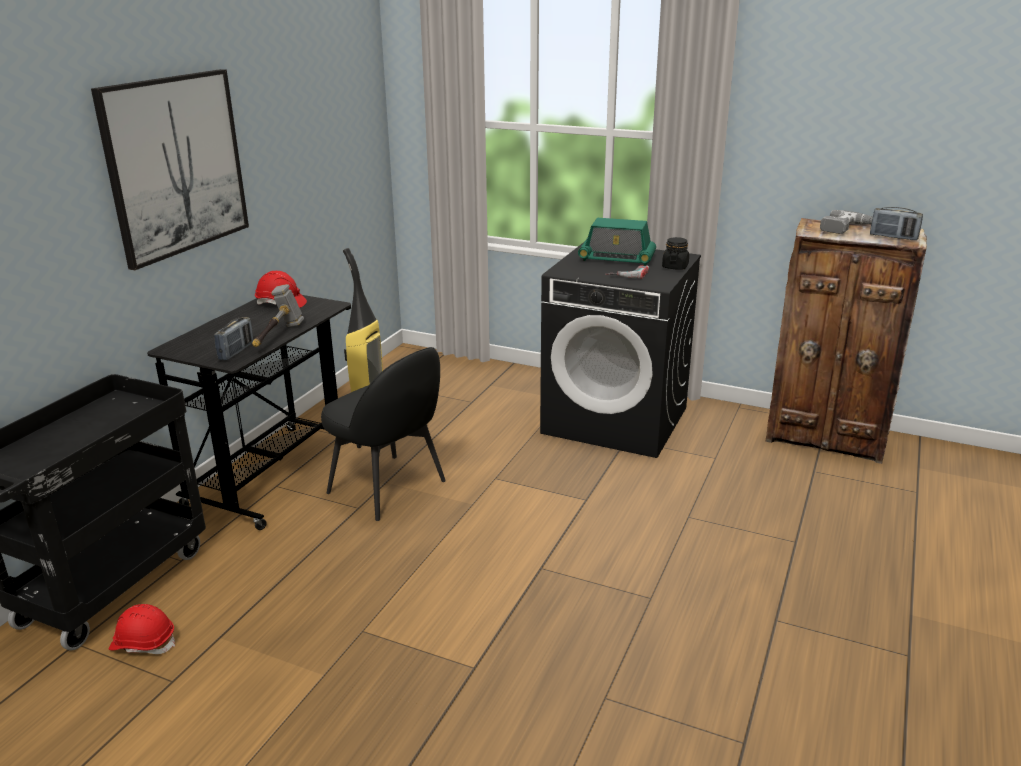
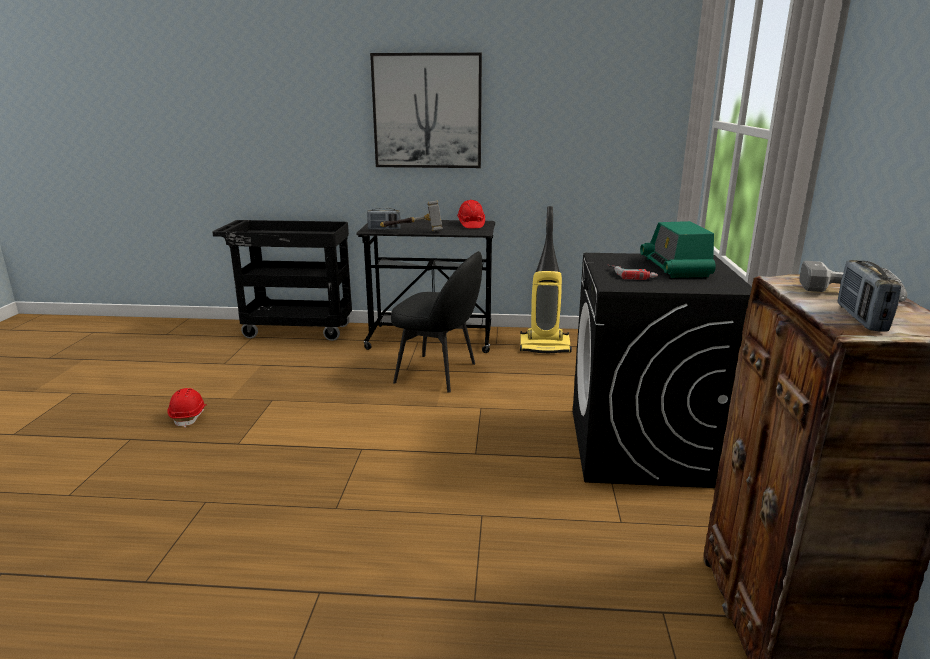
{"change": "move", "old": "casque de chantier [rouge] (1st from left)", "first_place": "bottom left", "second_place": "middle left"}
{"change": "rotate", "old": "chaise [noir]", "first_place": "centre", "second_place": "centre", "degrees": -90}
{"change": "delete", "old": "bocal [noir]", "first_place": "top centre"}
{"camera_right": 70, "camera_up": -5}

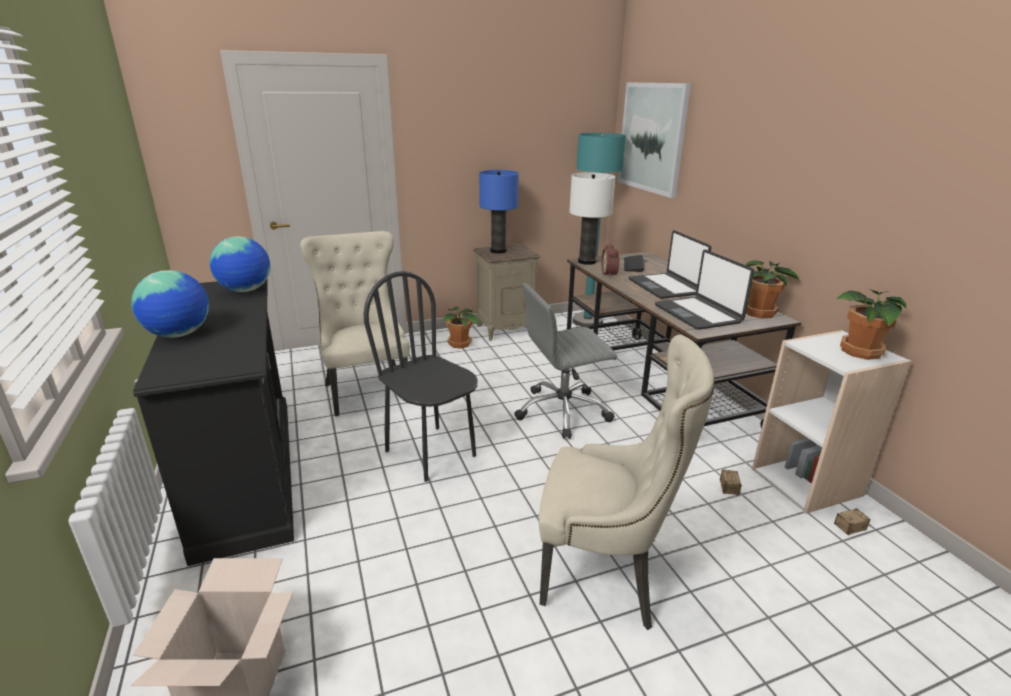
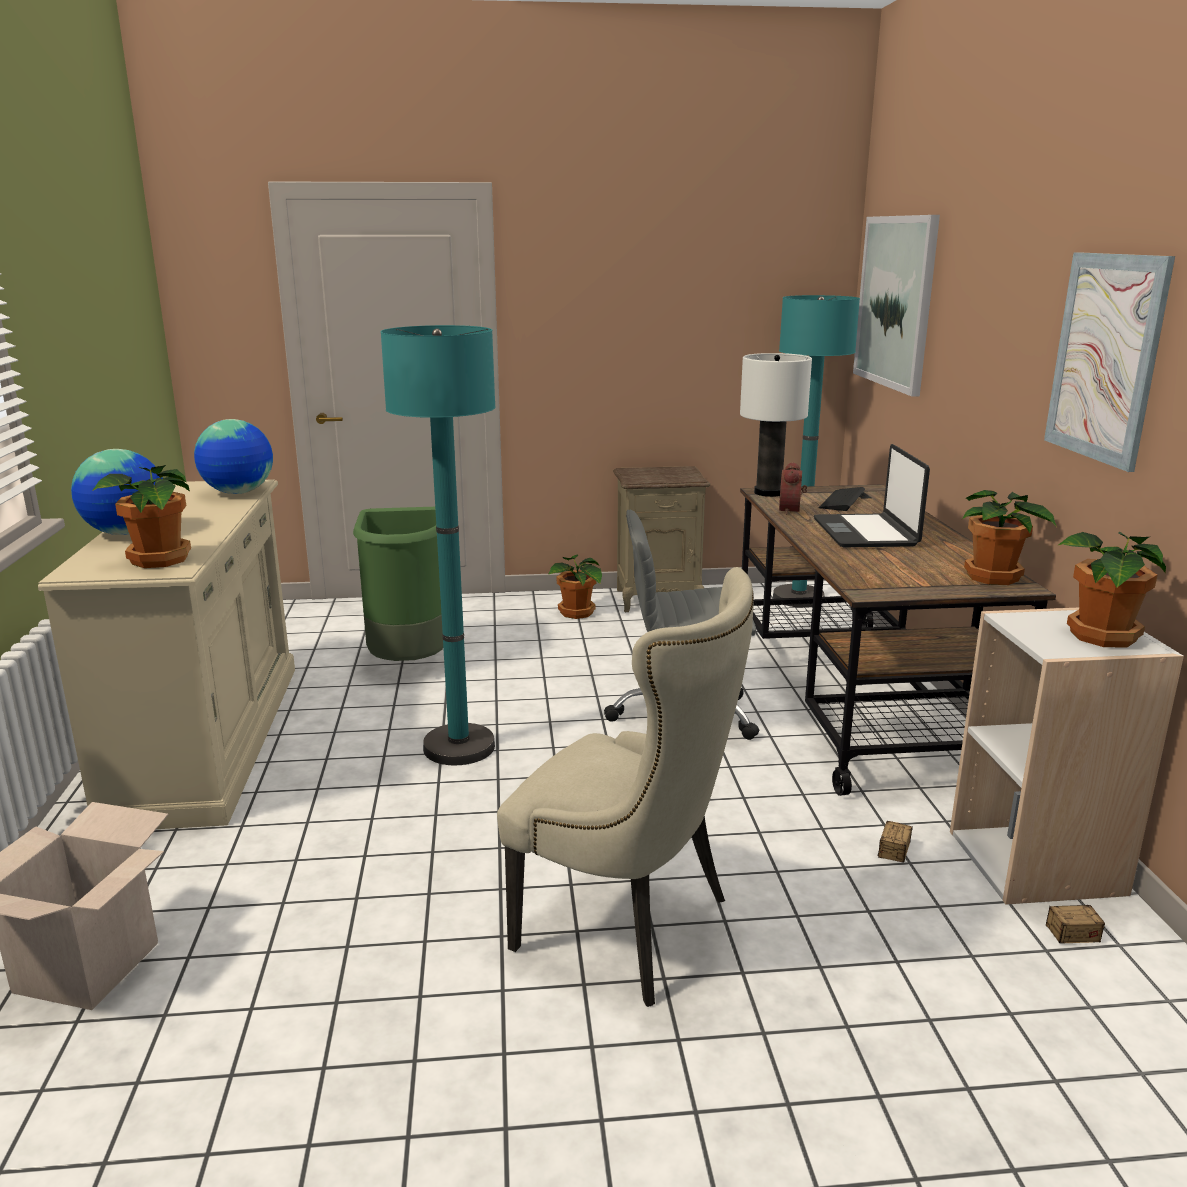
{"change": "recolor", "old": "meuble de rangement [noir]", "new": "meuble de rangement [beige]", "first_place": "middle left", "second_place": "middle left"}
{"change": "replace", "old": "chaise [beige] (1st from left)", "new": "poubelle [vert]", "first_place": "centre", "second_place": "centre"}
{"change": "replace", "old": "chaise [noir]", "new": "lampadaire [turquoise] (1st from left)", "first_place": "centre", "second_place": "centre"}
{"change": "delete", "old": "lampe de table [bleu]", "first_place": "top centre"}
{"change": "delete", "old": "ordinateur portable (2nd from left)", "first_place": "middle right"}
{"change": "insert", "new": "plante en pot (1st from left)", "second_place": "middle left"}
{"change": "insert", "new": "tableau (2nd from left)", "second_place": "top right"}
{"camera_right": 15, "camera_up": -5}

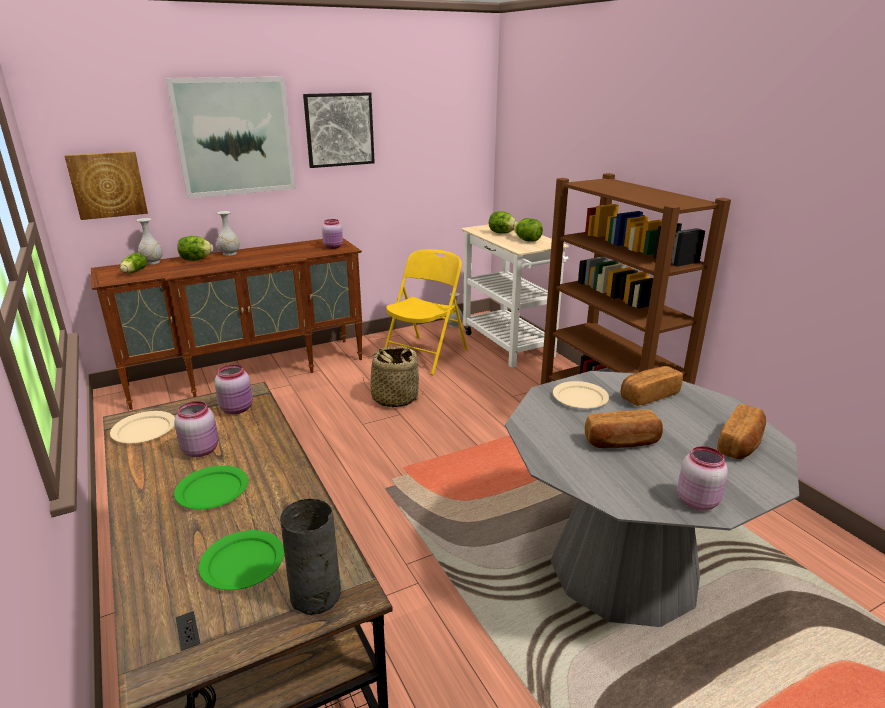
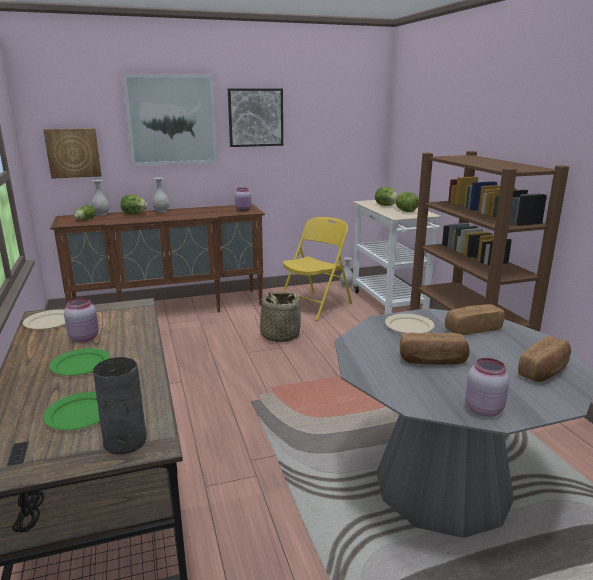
{"change": "delete", "old": "bocal [rose] (2nd from left)", "first_place": "middle left"}
{"camera_right": 10, "camera_up": -5}

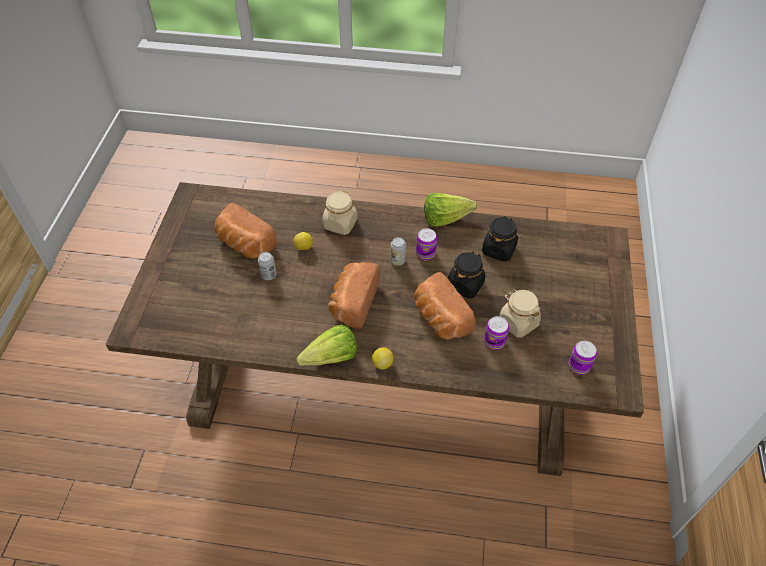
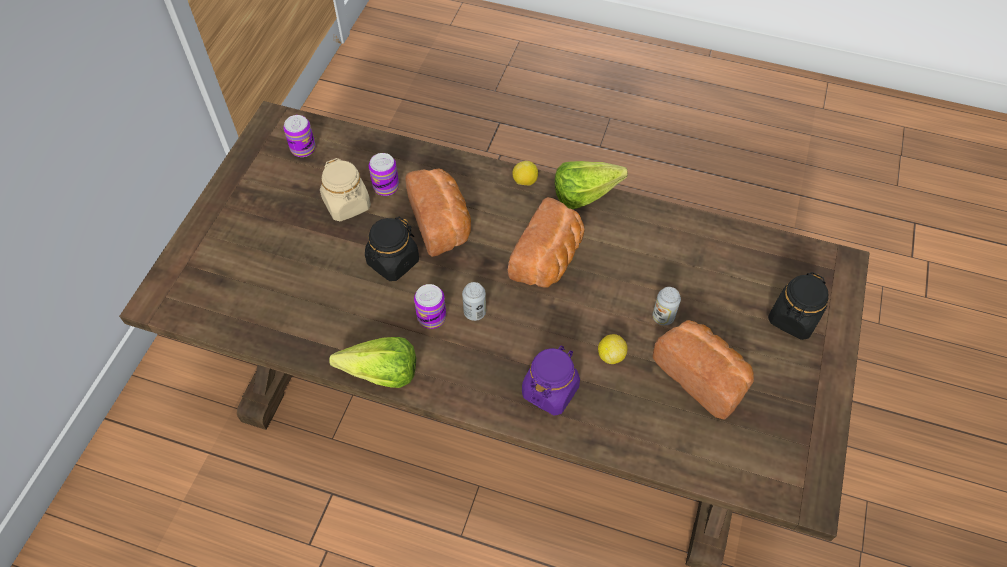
{"change": "recolor", "old": "bocal [beige] (1st from left)", "new": "bocal [violet]", "first_place": "centre", "second_place": "bottom centre"}
{"change": "move", "old": "bocal [noir] (2nd from left)", "first_place": "centre", "second_place": "middle right"}
{"camera_right": -170, "camera_up": 5}

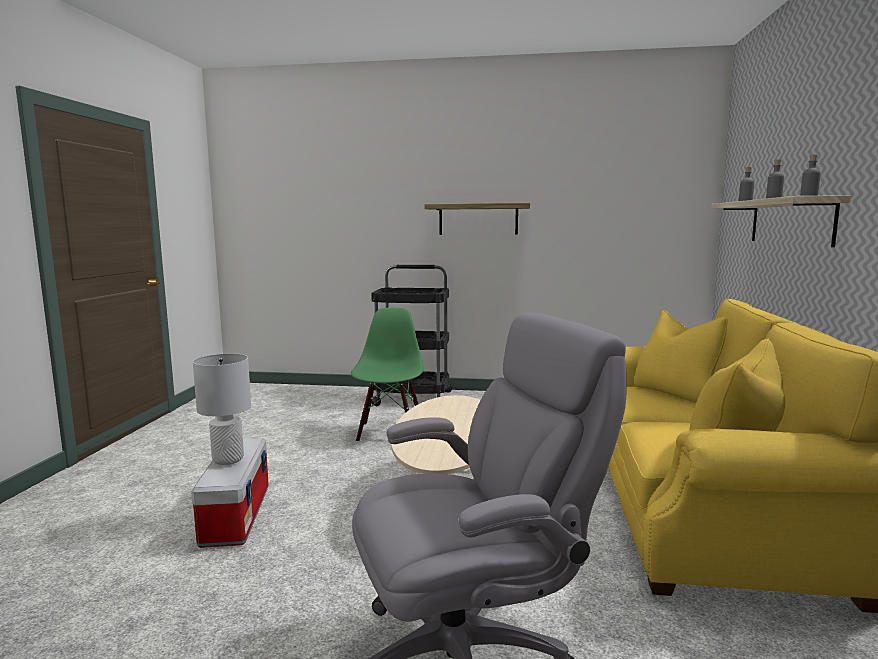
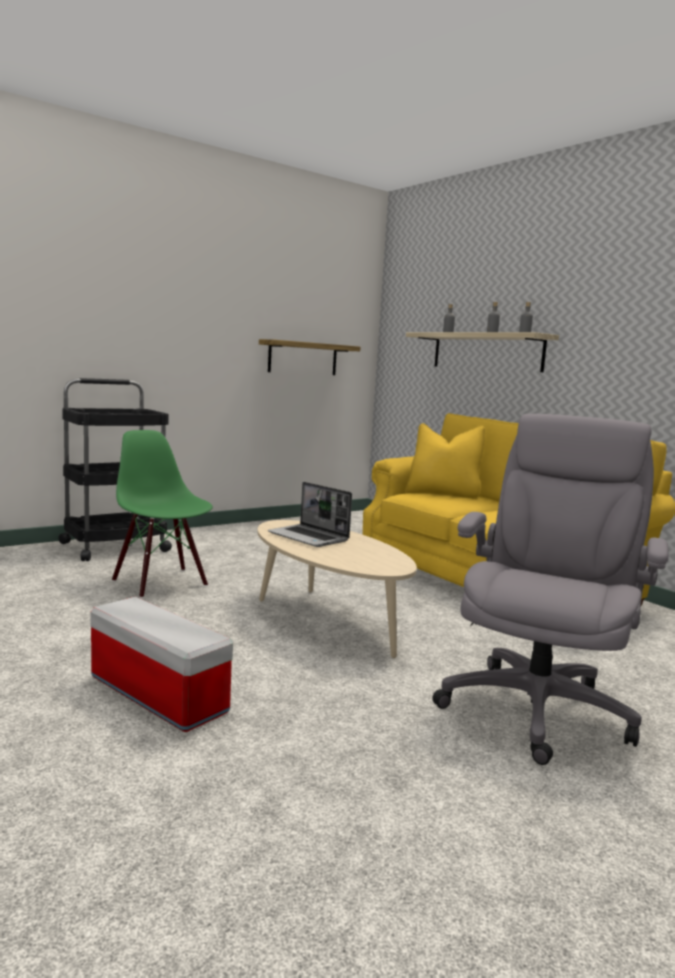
{"change": "delete", "old": "lampe de table [gris]", "first_place": "middle left"}
{"change": "move", "old": "étagère (1st from left)", "first_place": "top centre", "second_place": "centre"}
{"change": "insert", "new": "ordinateur portable", "second_place": "centre"}
{"camera_right": -45, "camera_up": 0}

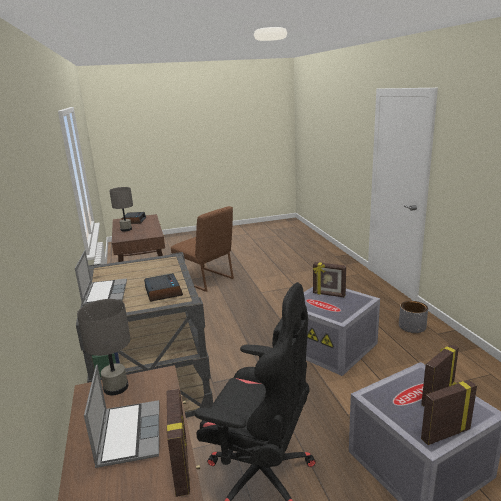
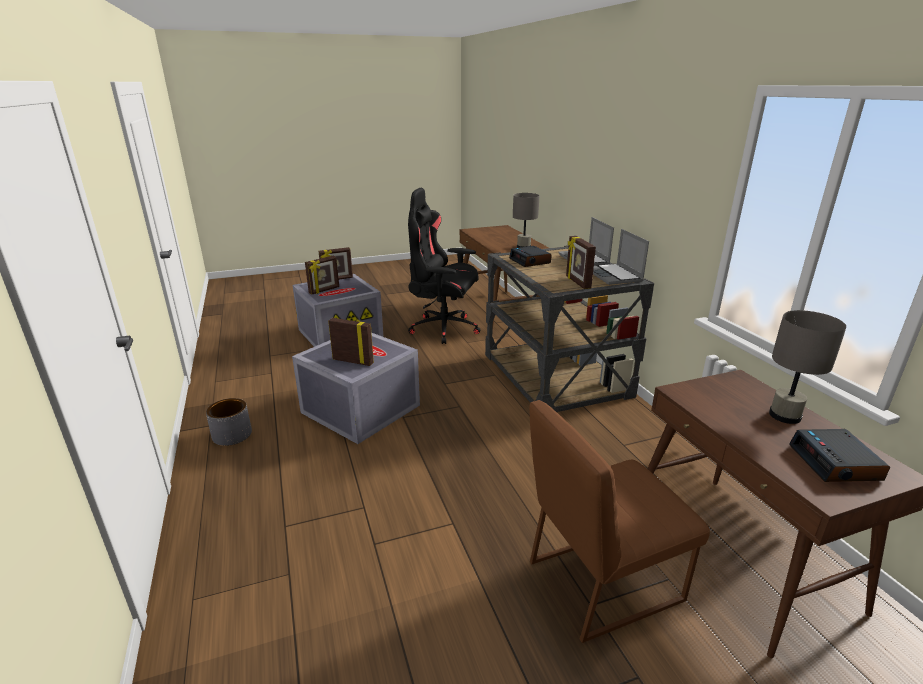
{"change": "move", "old": "ordinateur portable (2nd from left)", "first_place": "bottom left", "second_place": "middle right"}
{"change": "move", "old": "cadre photo (1st from left in the first image)", "new": "cadre photo (4th from left)", "first_place": "bottom centre", "second_place": "centre"}
{"change": "rotate", "old": "chaise [marron]", "first_place": "centre", "second_place": "bottom right", "degrees": -60}
{"camera_right": 175, "camera_up": 5}

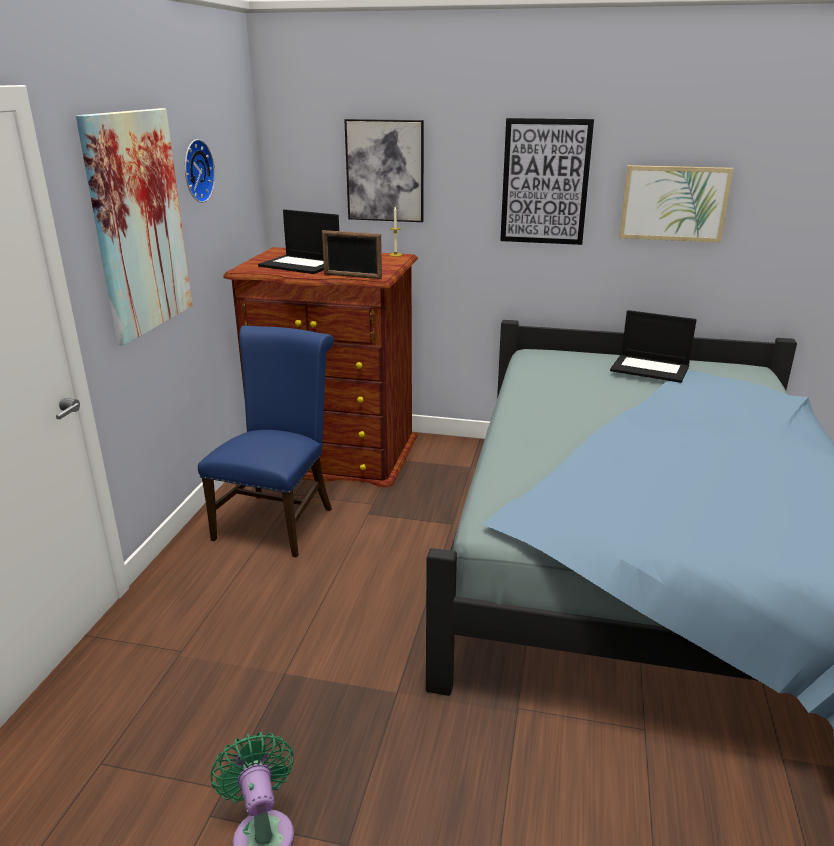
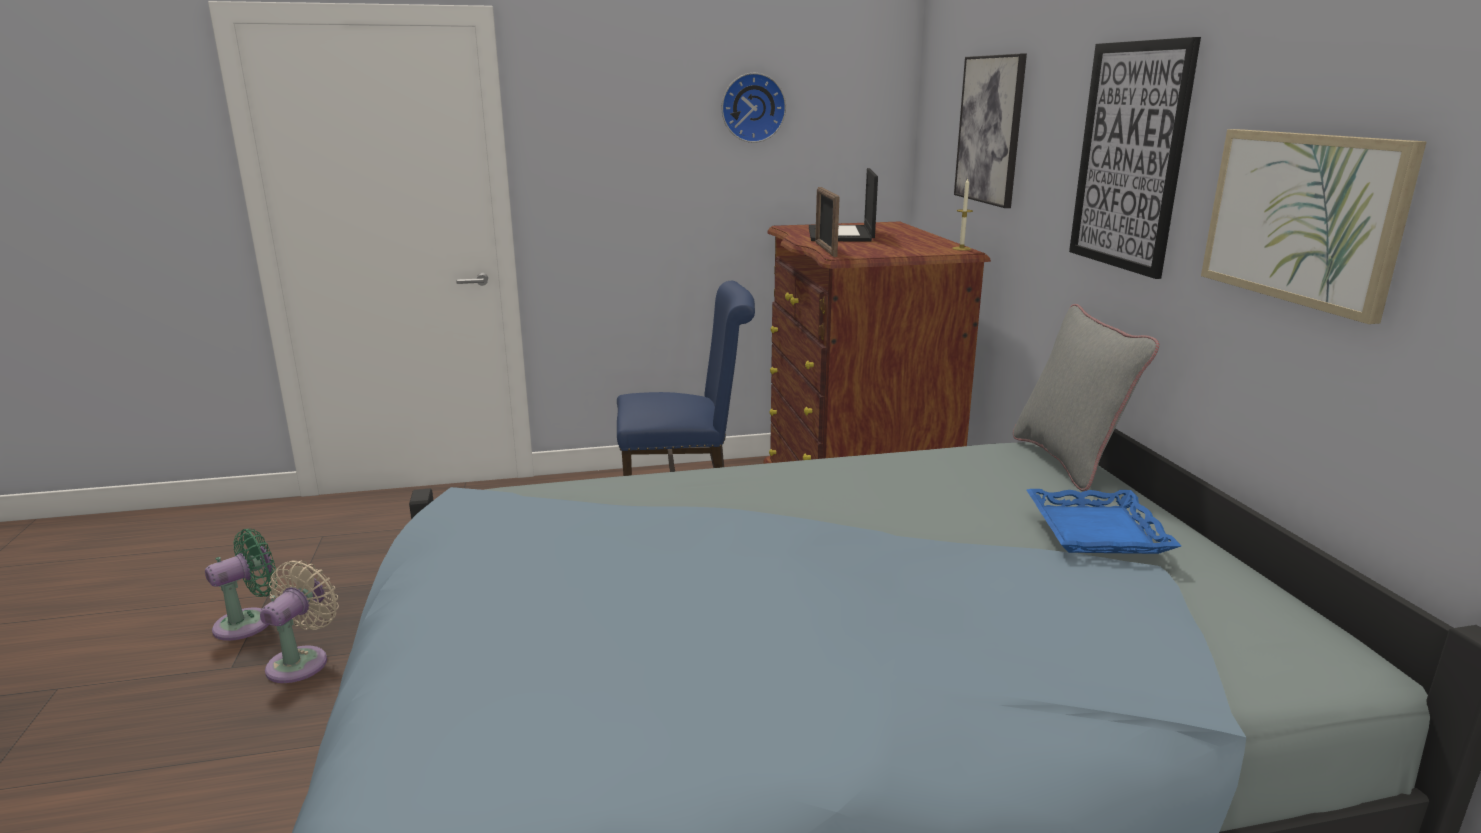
{"change": "delete", "old": "tableau (1st from left)", "first_place": "top left"}
{"change": "replace", "old": "ordinateur portable (2nd from left)", "new": "plateau [bleu]", "first_place": "middle right", "second_place": "middle right"}
{"change": "insert", "new": "ventilateur [beige]", "second_place": "bottom left"}
{"change": "insert", "new": "coussin [gris]", "second_place": "middle right"}
{"camera_right": 65, "camera_up": -5}

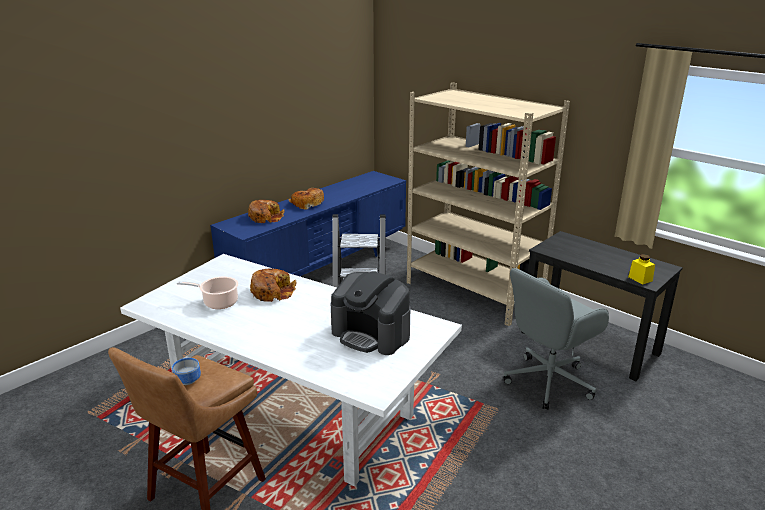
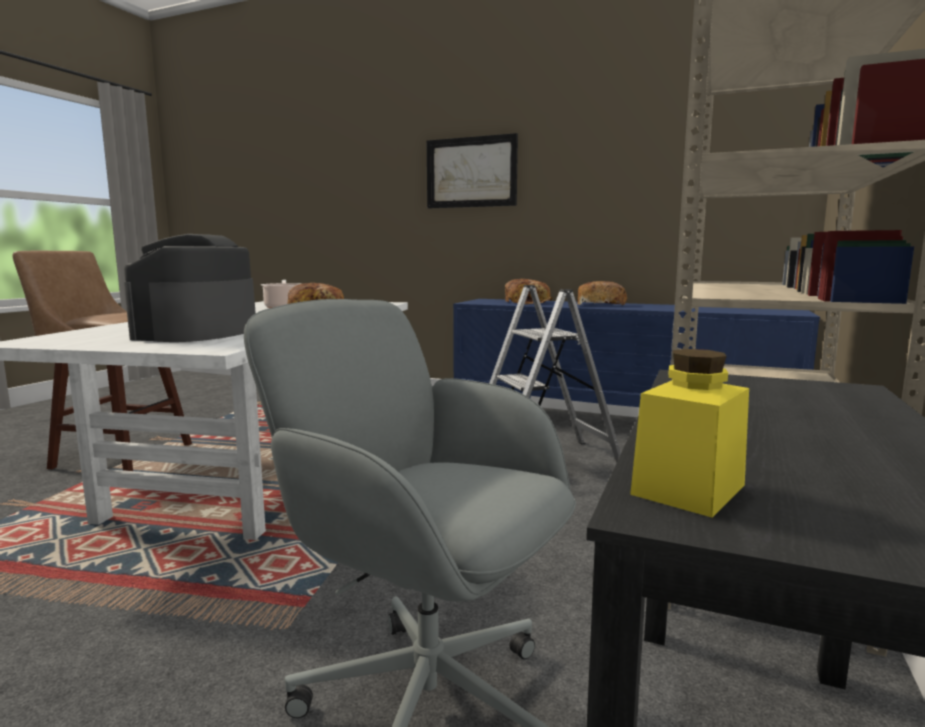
{"change": "delete", "old": "bol", "first_place": "bottom left"}
{"change": "insert", "new": "tableau", "second_place": "top centre"}
{"camera_right": 70, "camera_up": -15}

